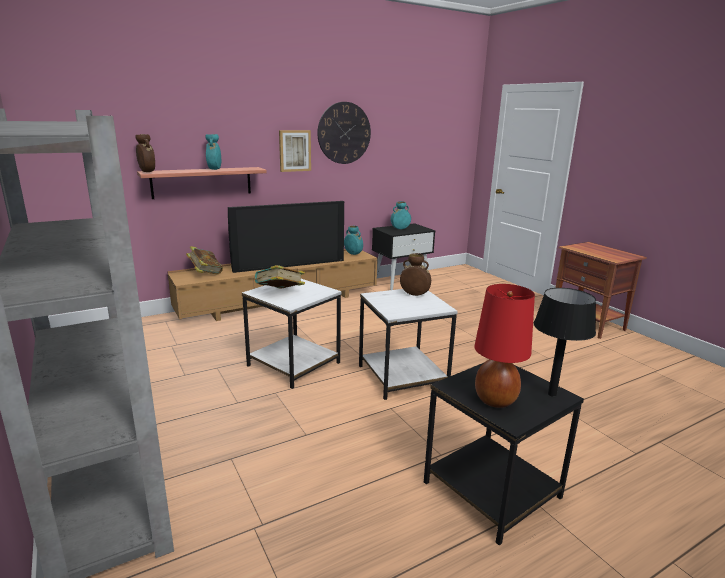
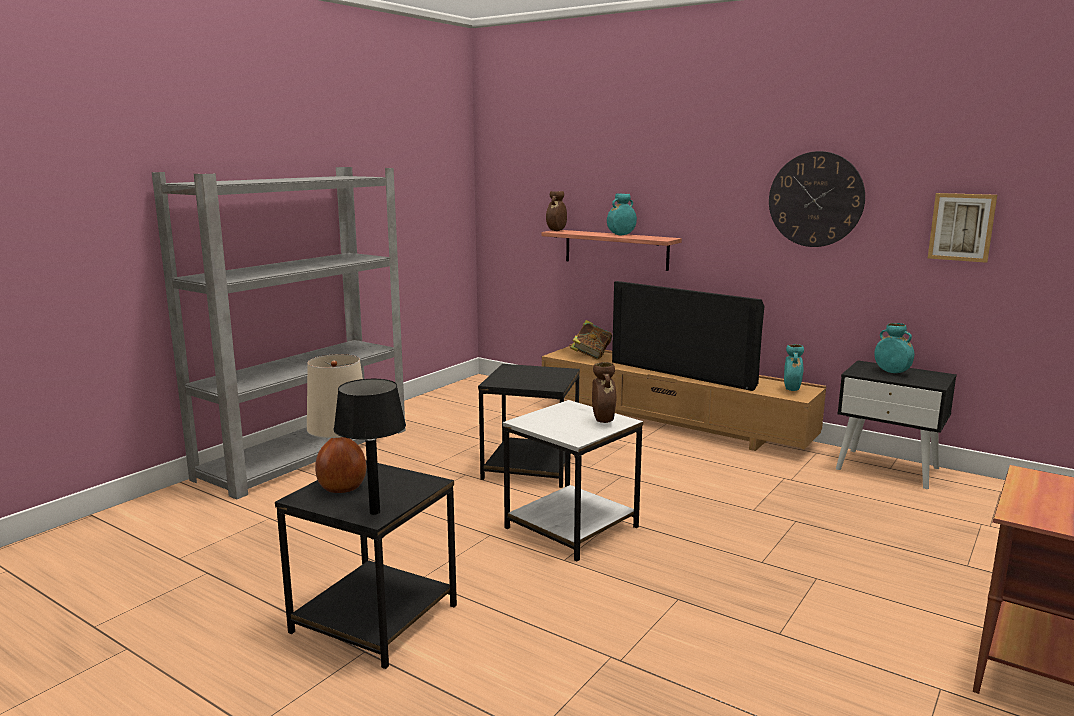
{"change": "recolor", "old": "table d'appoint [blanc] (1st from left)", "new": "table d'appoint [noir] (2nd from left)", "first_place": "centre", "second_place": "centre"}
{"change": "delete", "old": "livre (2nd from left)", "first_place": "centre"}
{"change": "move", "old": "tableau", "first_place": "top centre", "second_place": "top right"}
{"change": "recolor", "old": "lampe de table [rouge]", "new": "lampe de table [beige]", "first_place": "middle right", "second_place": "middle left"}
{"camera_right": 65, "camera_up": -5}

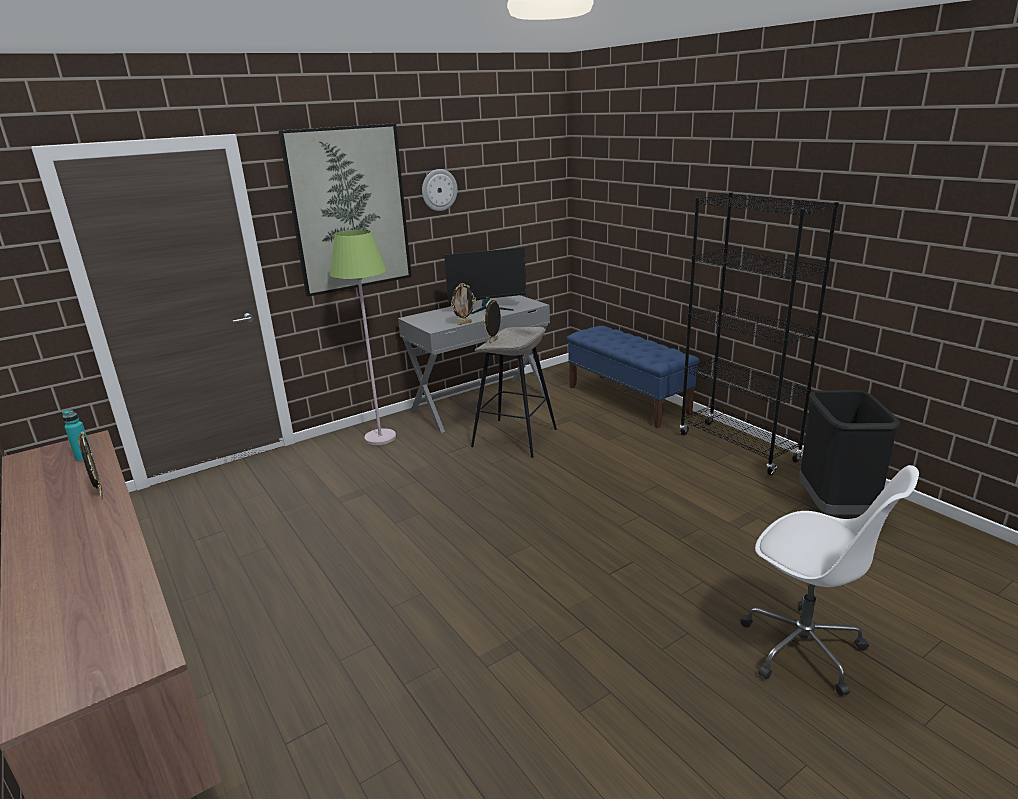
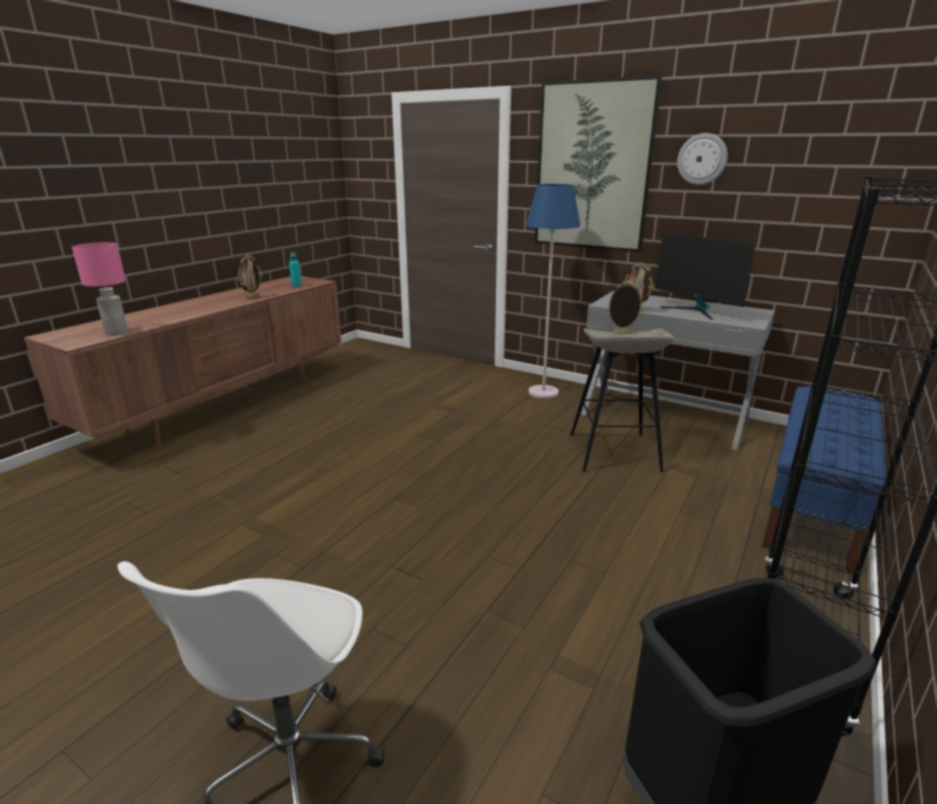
{"change": "recolor", "old": "lampadaire [vert]", "new": "lampadaire [bleu]", "first_place": "centre", "second_place": "centre"}
{"change": "insert", "new": "lampe de table [rose]", "second_place": "middle left"}
{"camera_right": 65, "camera_up": 0}

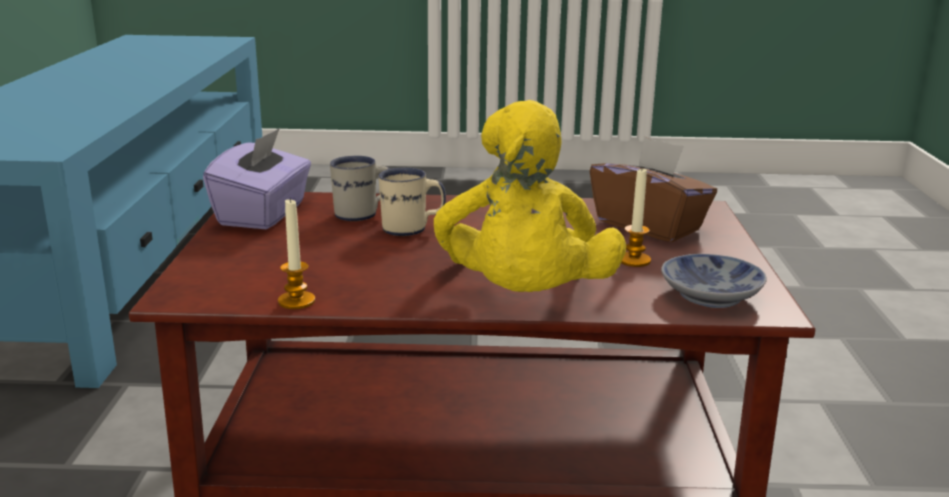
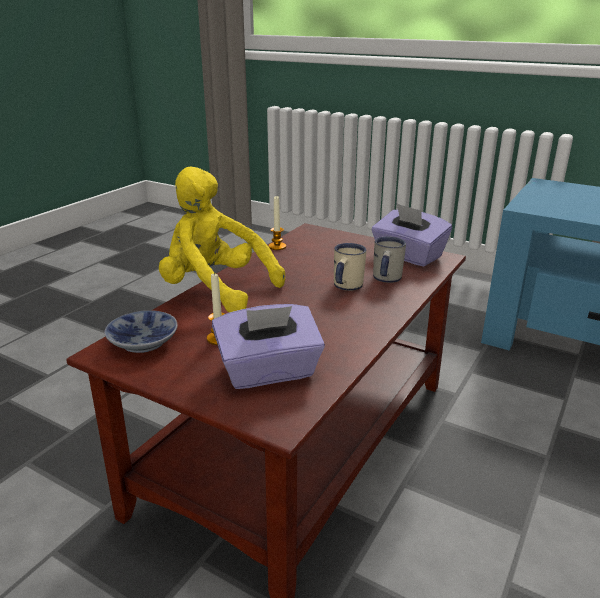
{"change": "recolor", "old": "boîte à mouchoirs [marron]", "new": "boîte à mouchoirs [violet] (1st from left)", "first_place": "middle right", "second_place": "centre"}
{"camera_right": 120, "camera_up": 5}

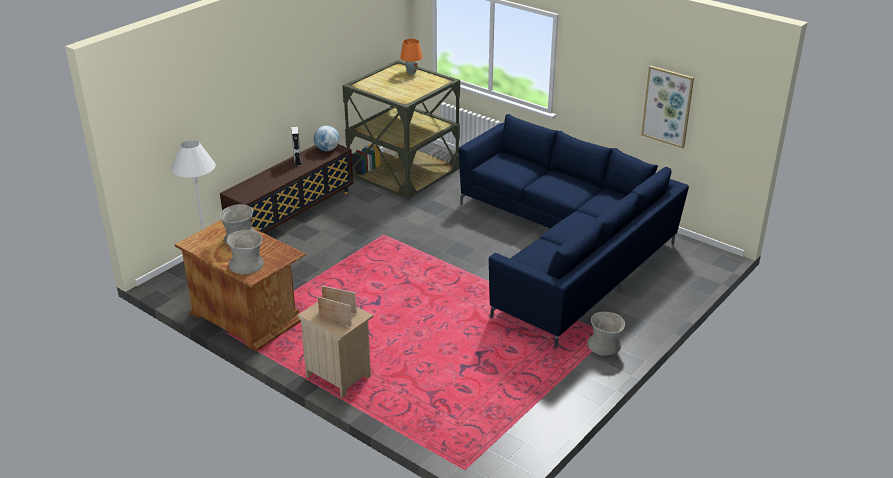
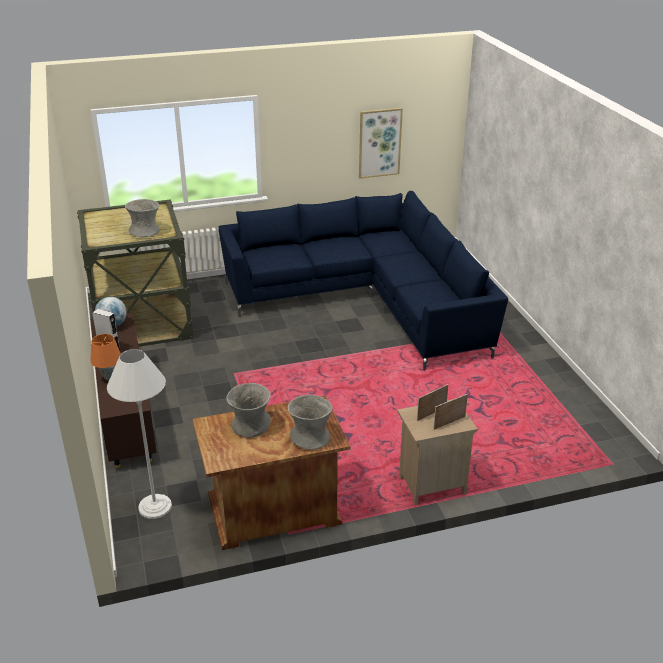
{"change": "move", "old": "lampe de table [orange]", "first_place": "top centre", "second_place": "middle left"}
{"change": "move", "old": "vase [gris] (3rd from left in the first image)", "new": "vase [gris] (1st from left)", "first_place": "bottom right", "second_place": "top left"}
{"camera_right": -55, "camera_up": 0}

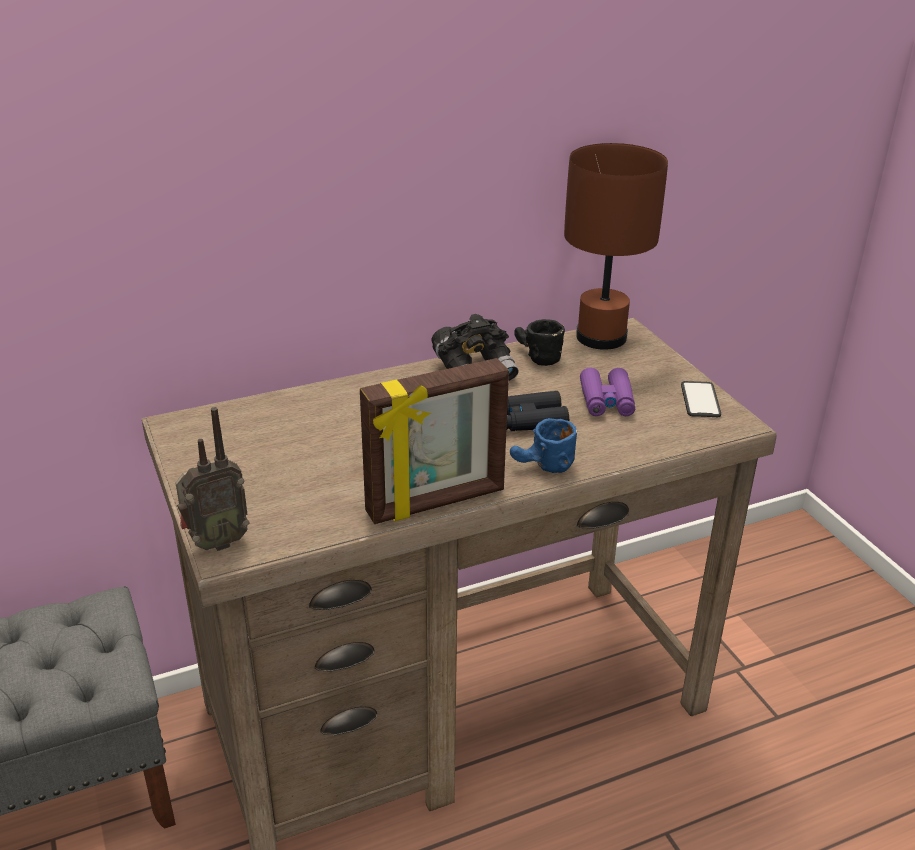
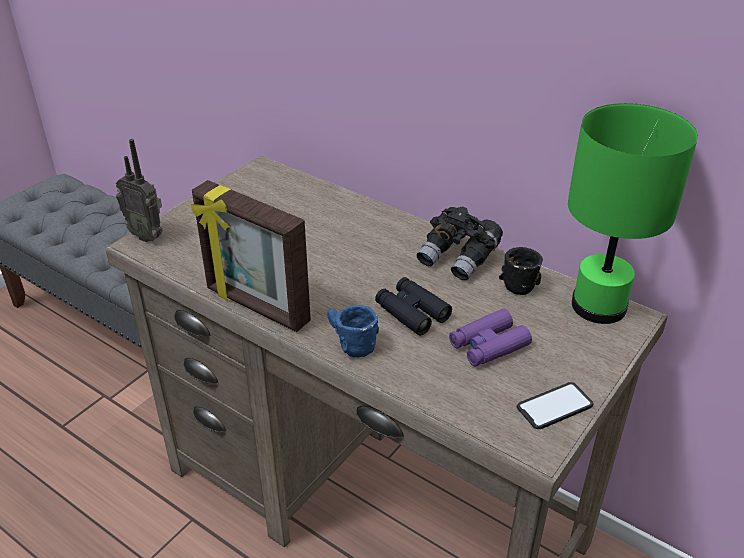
{"change": "recolor", "old": "lampe de table [marron]", "new": "lampe de table [vert]", "first_place": "top right", "second_place": "middle right"}
{"camera_right": 60, "camera_up": 5}

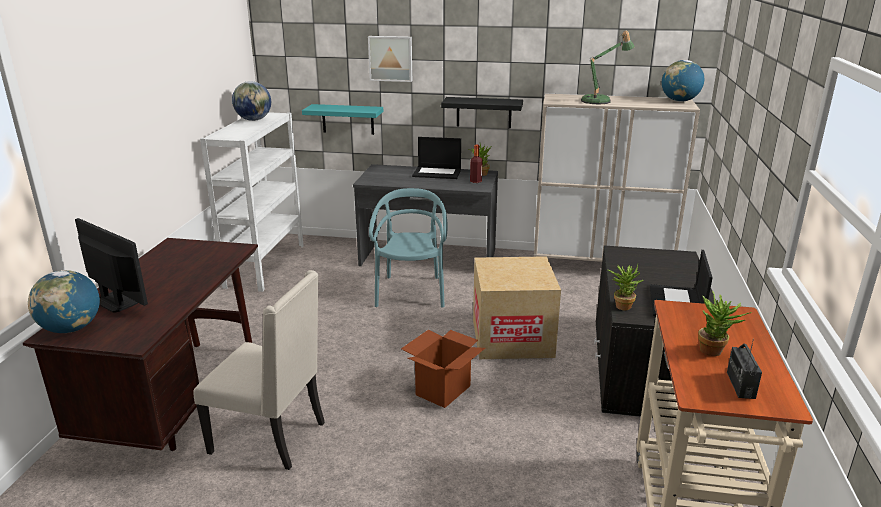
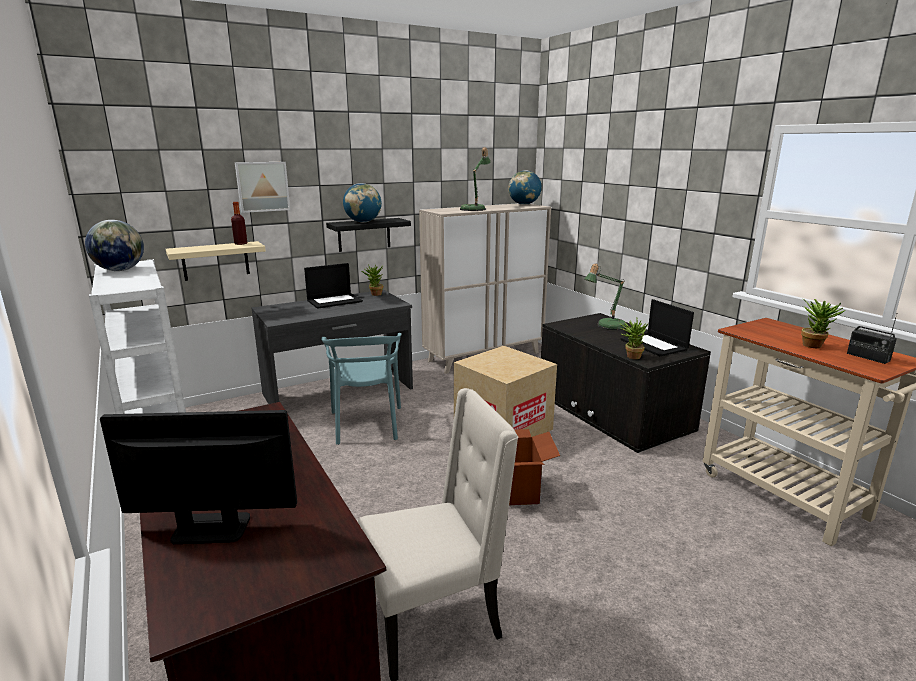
{"change": "move", "old": "globe (1st from left in the first image)", "new": "globe (2nd from left)", "first_place": "middle left", "second_place": "top centre"}
{"change": "recolor", "old": "étagère [turquoise]", "new": "étagère [beige]", "first_place": "top centre", "second_place": "middle left"}
{"change": "rotate", "old": "chaise [turquoise]", "first_place": "centre", "second_place": "centre", "degrees": -150}
{"change": "move", "old": "bouteille", "first_place": "top centre", "second_place": "top left"}
{"change": "insert", "new": "lampe de table (2nd from left)", "second_place": "centre"}
{"camera_right": -40, "camera_up": -5}

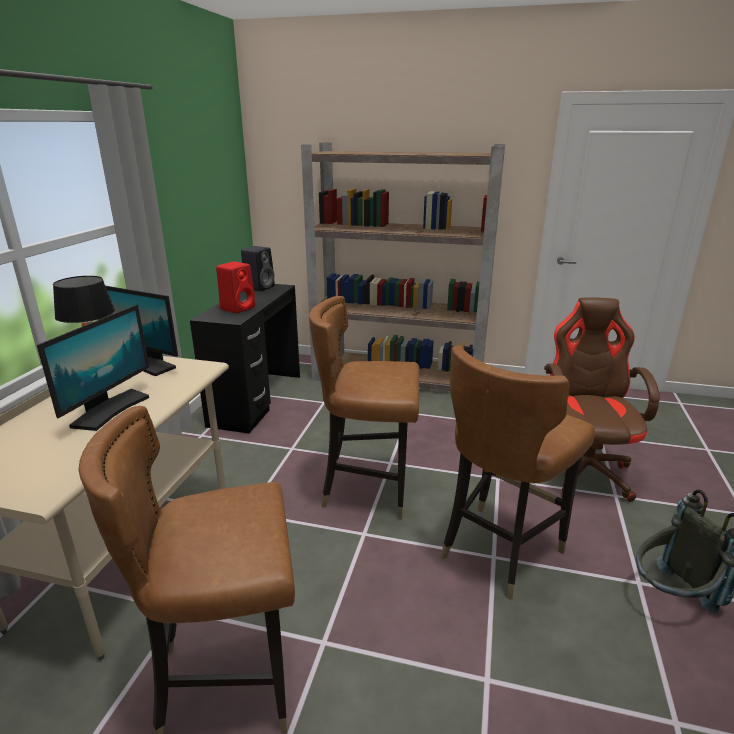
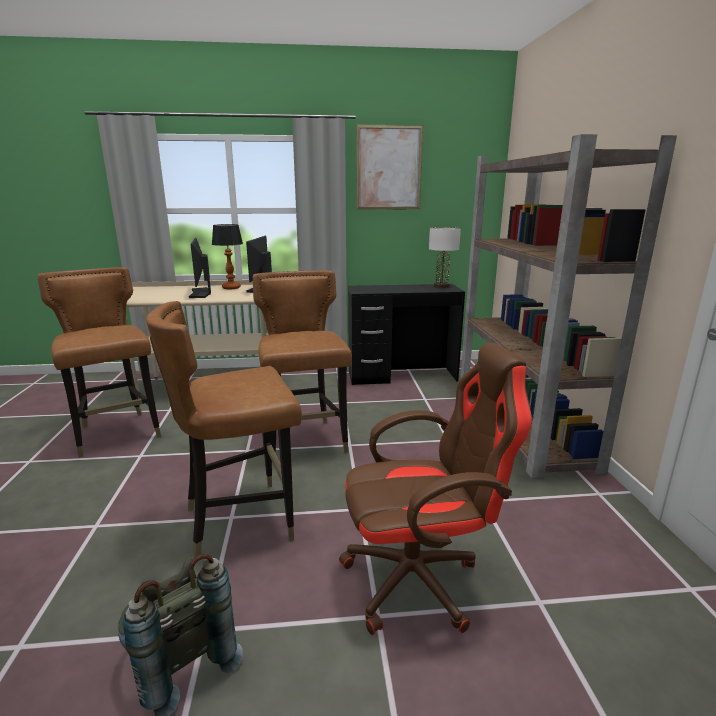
{"change": "rotate", "old": "écran d'ordinateur (1st from left)", "first_place": "middle left", "second_place": "middle left", "degrees": 75}
{"change": "delete", "old": "enceinte [rouge]", "first_place": "middle left"}
{"change": "replace", "old": "enceinte [noir]", "new": "lampe de table (2nd from left)", "first_place": "centre", "second_place": "centre"}
{"change": "rotate", "old": "chaise [marron] (3rd from left in the first image)", "first_place": "middle right", "second_place": "middle left", "degrees": -45}
{"change": "insert", "new": "tableau", "second_place": "top centre"}
{"camera_right": 70, "camera_up": -5}

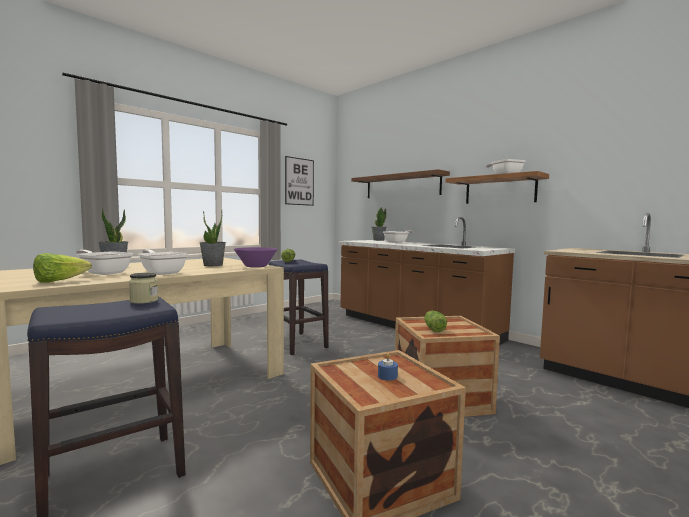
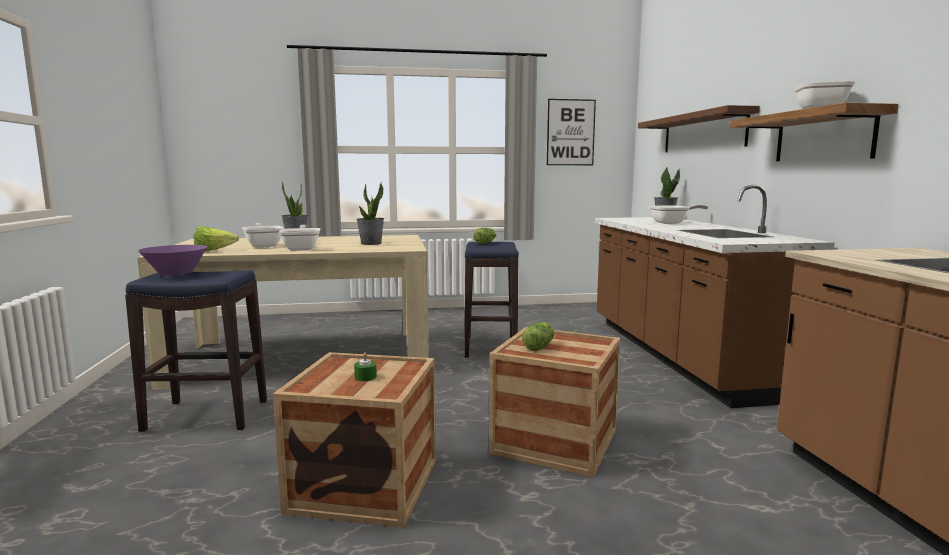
{"change": "delete", "old": "bocal", "first_place": "middle left"}
{"change": "move", "old": "bol [violet]", "first_place": "centre", "second_place": "middle left"}
{"change": "recolor", "old": "bougie [bleu]", "new": "bougie [vert]", "first_place": "bottom centre", "second_place": "centre"}
{"camera_right": 35, "camera_up": 5}

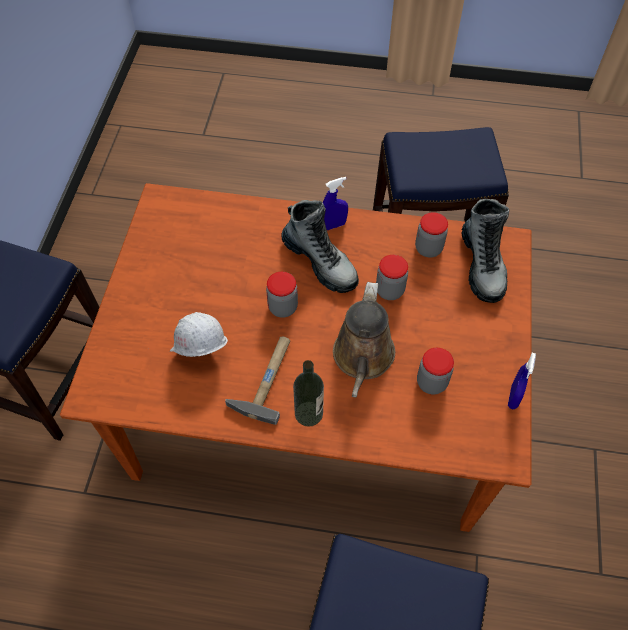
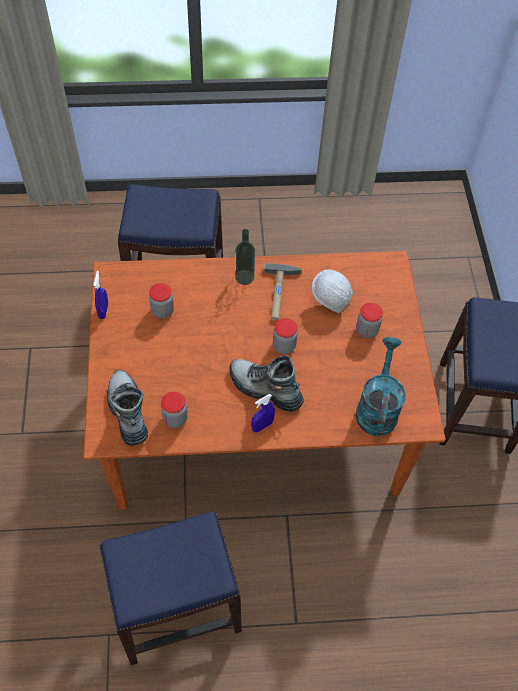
{"change": "delete", "old": "arrosoir [marron]", "first_place": "centre"}
{"change": "move", "old": "bocal (2nd from left in the first image)", "new": "bocal (4th from left)", "first_place": "centre", "second_place": "middle right"}
{"change": "insert", "new": "arrosoir [turquoise]", "second_place": "middle right"}
{"camera_right": 165, "camera_up": 0}

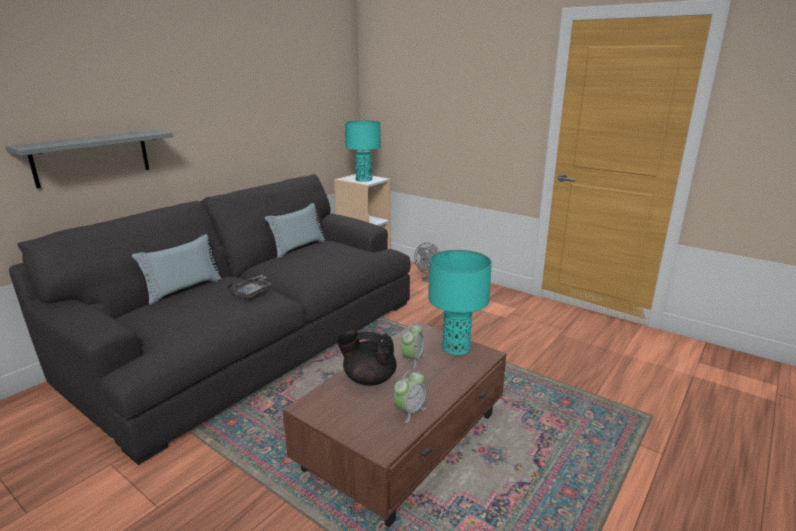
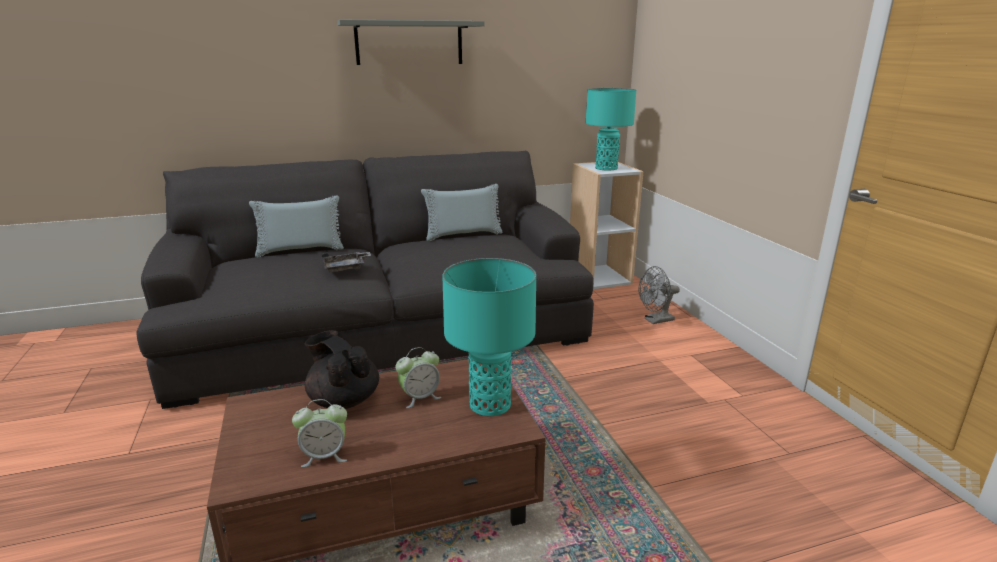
{"change": "move", "old": "étagère [gris]", "first_place": "top left", "second_place": "top centre"}
{"camera_right": 35, "camera_up": 0}

